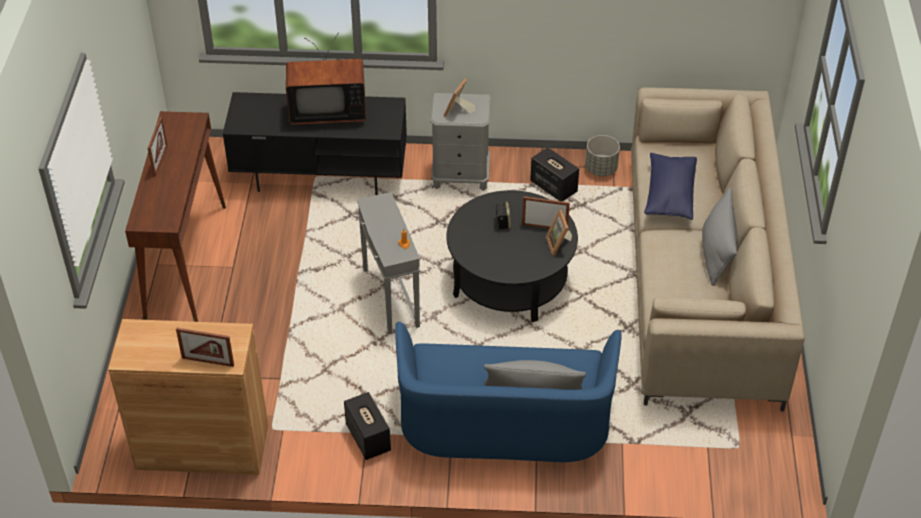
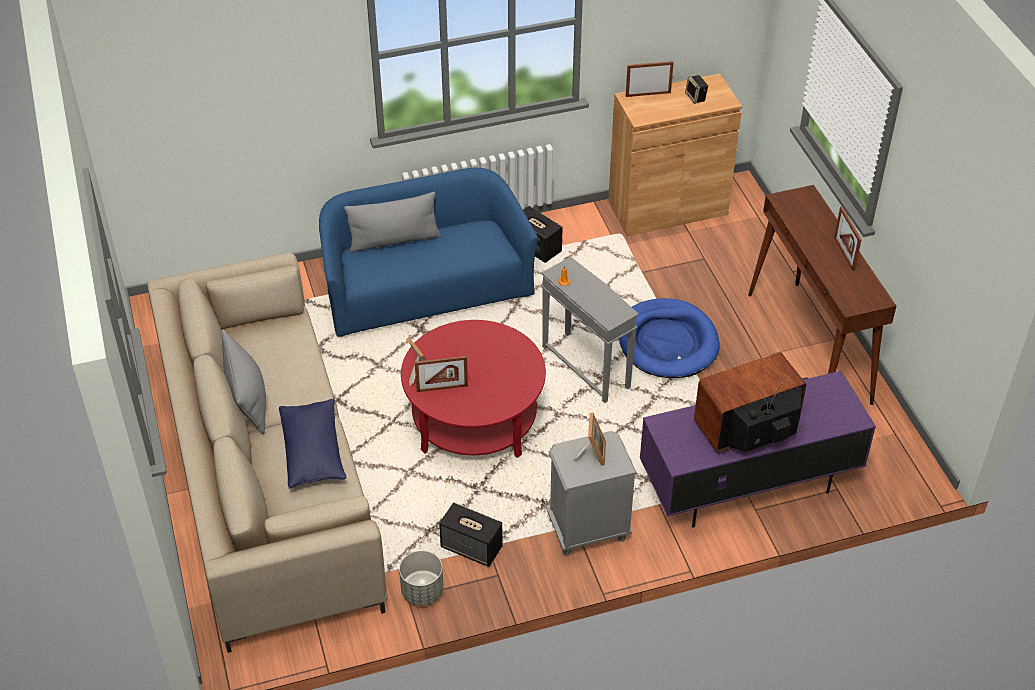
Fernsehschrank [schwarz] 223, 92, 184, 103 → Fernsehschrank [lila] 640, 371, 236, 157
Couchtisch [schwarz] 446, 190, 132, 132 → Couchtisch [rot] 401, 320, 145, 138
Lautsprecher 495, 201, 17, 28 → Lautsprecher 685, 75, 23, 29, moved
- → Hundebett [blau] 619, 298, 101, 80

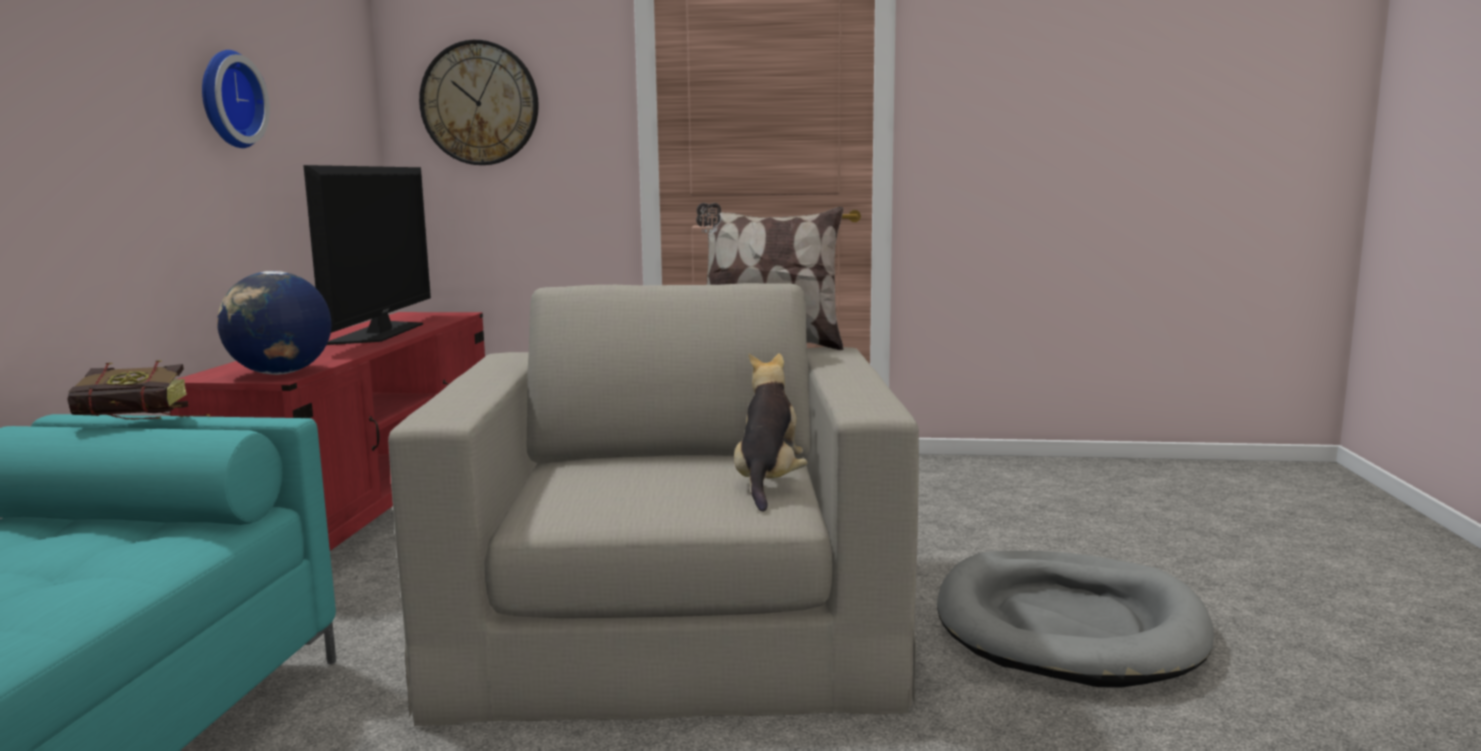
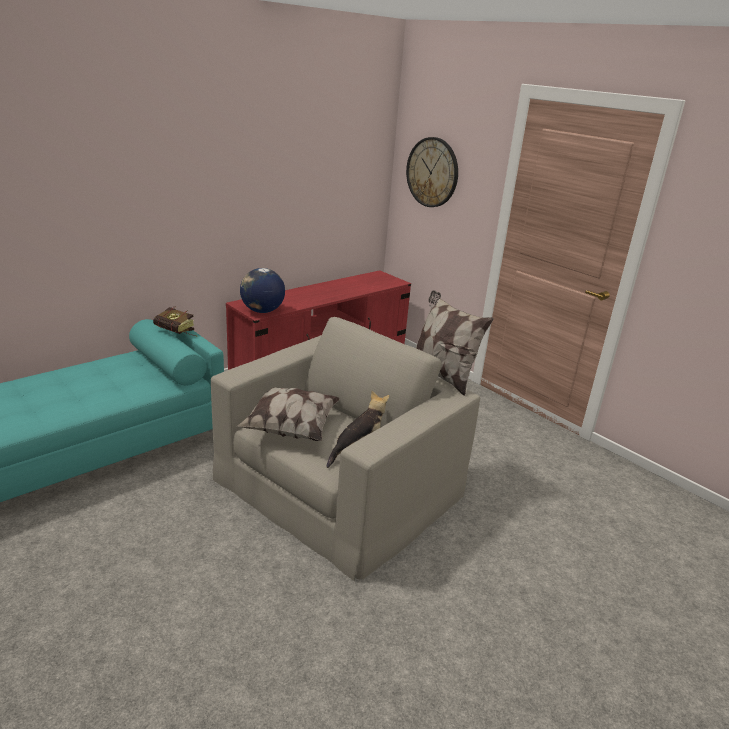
Wanduhr 202, 50, 68, 98 → -
Fernseher 303, 165, 128, 180 → -
Hundebett [grau] 937, 551, 277, 137 → -
- → Kissen 236, 387, 104, 54

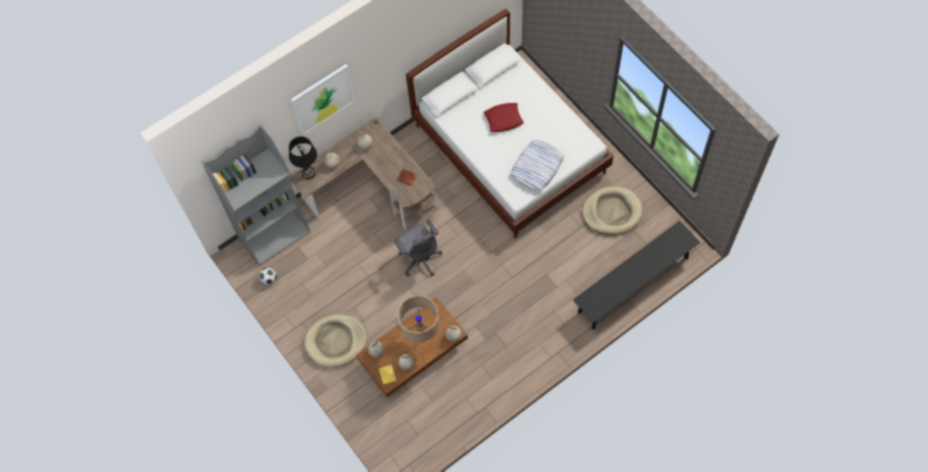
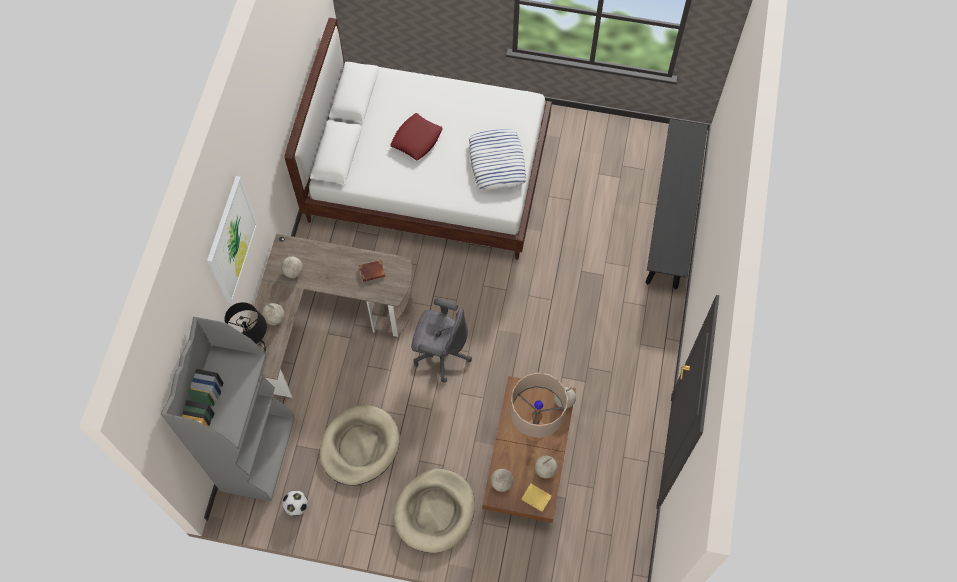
Hundebett [beige] 582, 186, 60, 49 → Hundebett [beige] 319, 405, 81, 81, moved

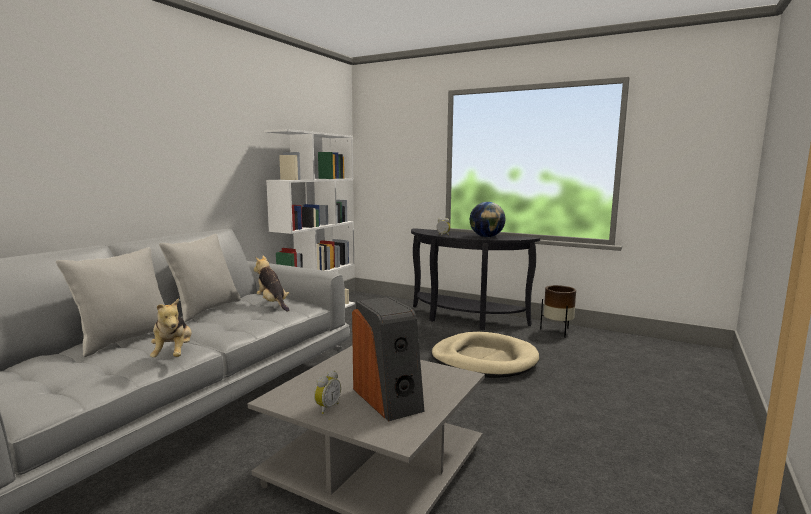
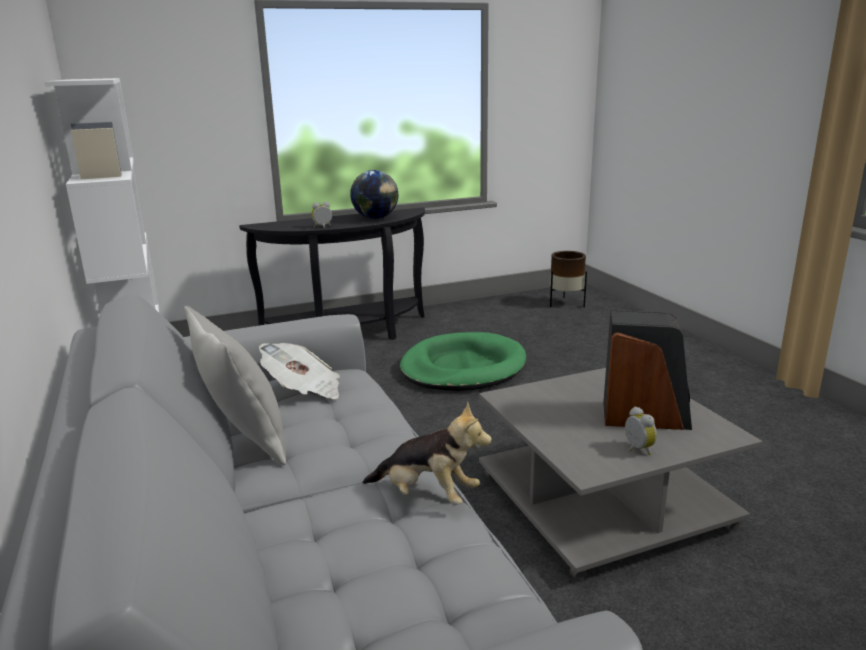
Kissen [grau] 56, 248, 109, 109 → -
Plüschtier 254, 256, 35, 55 → Zeitung 259, 343, 81, 56
Pflanzkübel [braun] 540, 285, 36, 53 → Pflanzkübel [braun] 550, 251, 37, 56, moved
Hundebett [beige] 431, 332, 108, 46 → Hundebett [grün] 400, 332, 126, 59

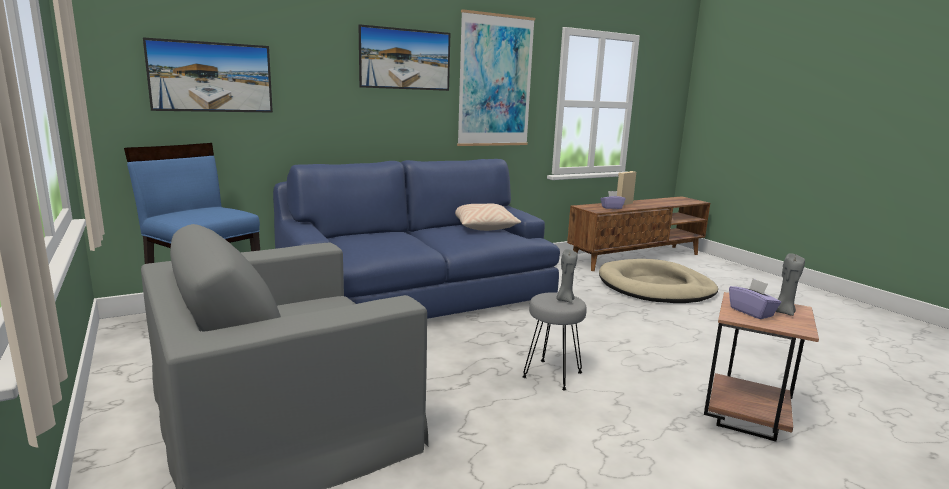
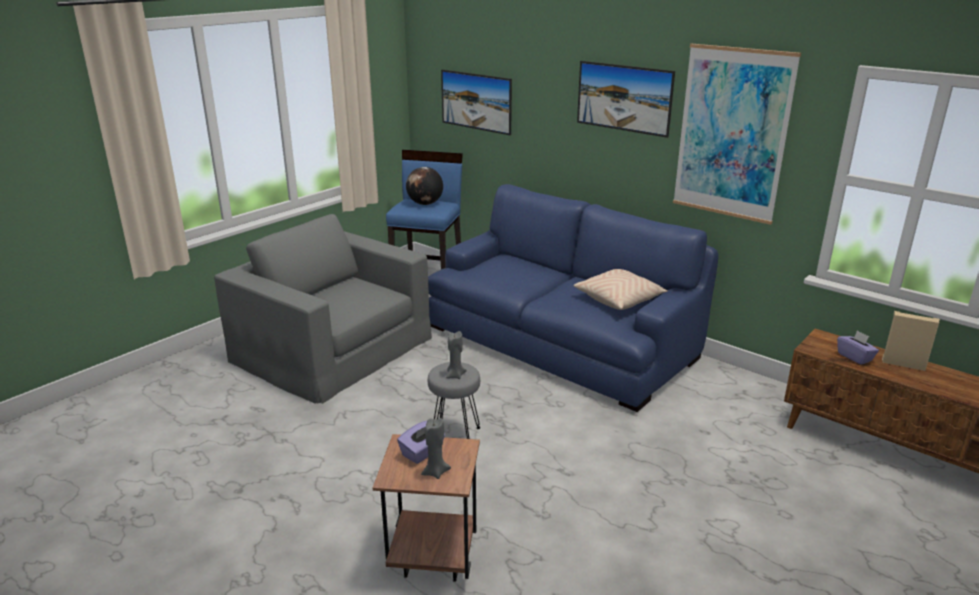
Hundebett [beige] 599, 259, 119, 44 → -
- → Globus 406, 167, 37, 38

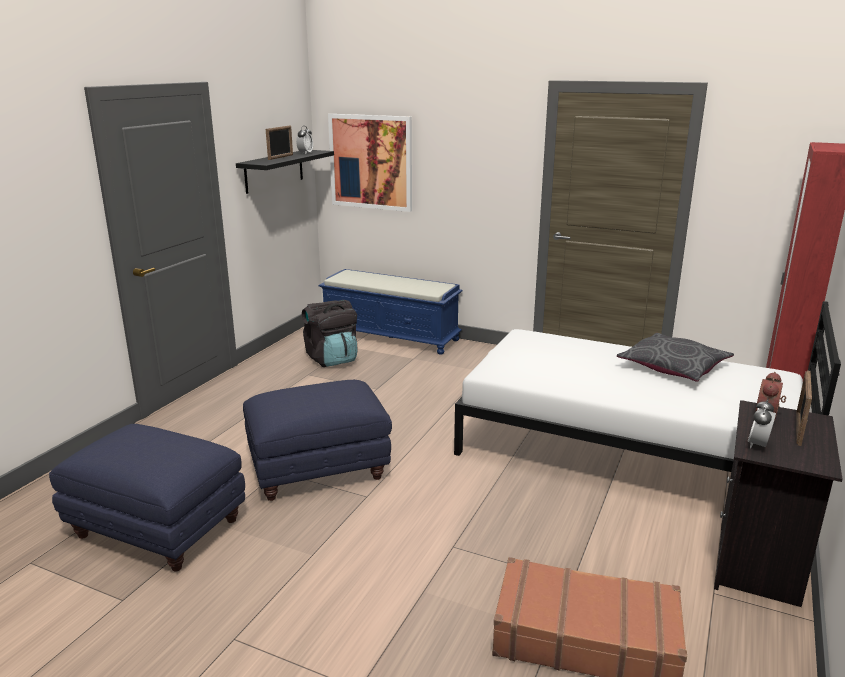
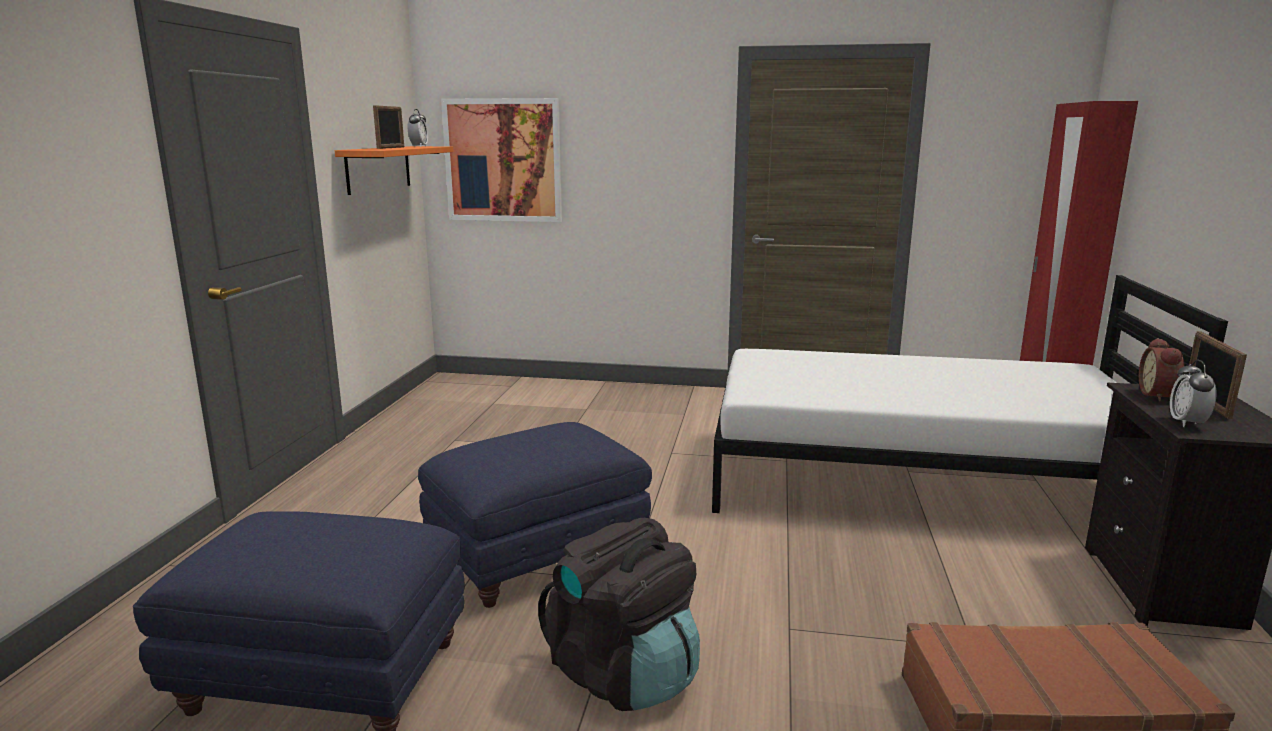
Wandregal [schwarz] 236, 150, 98, 44 → Wandregal [orange] 335, 146, 118, 49
Bank [blau] 318, 269, 145, 86 → -
Rucksack [schwarz] 302, 300, 56, 67 → Rucksack [schwarz] 538, 518, 162, 193, moved
Kissen [grau] 617, 333, 117, 49 → -

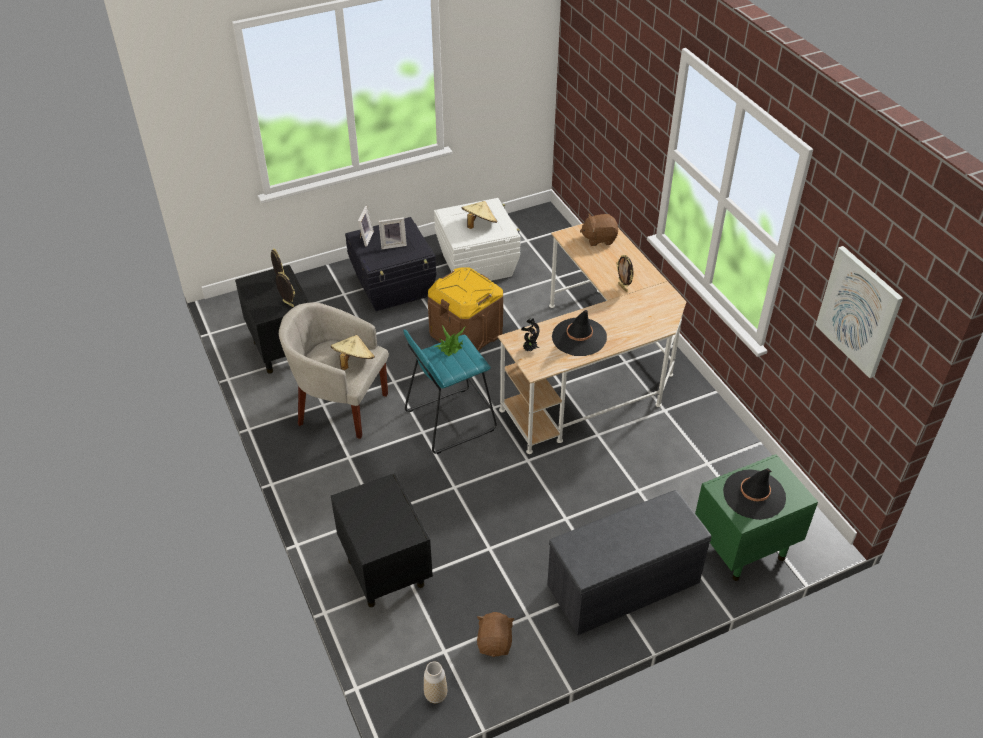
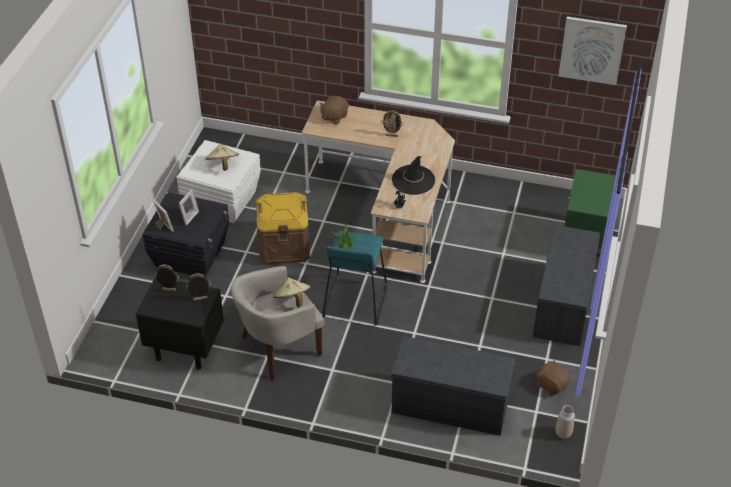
Hut [schwarz] 723, 468, 63, 52 → -
Nachttisch [schwarz] 331, 473, 102, 134 → Bank [grau] 391, 336, 124, 100

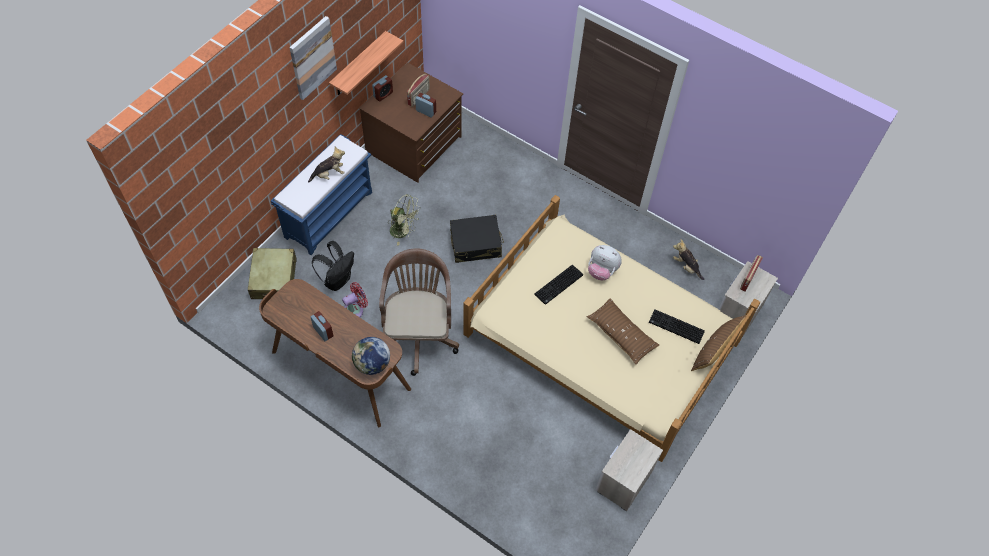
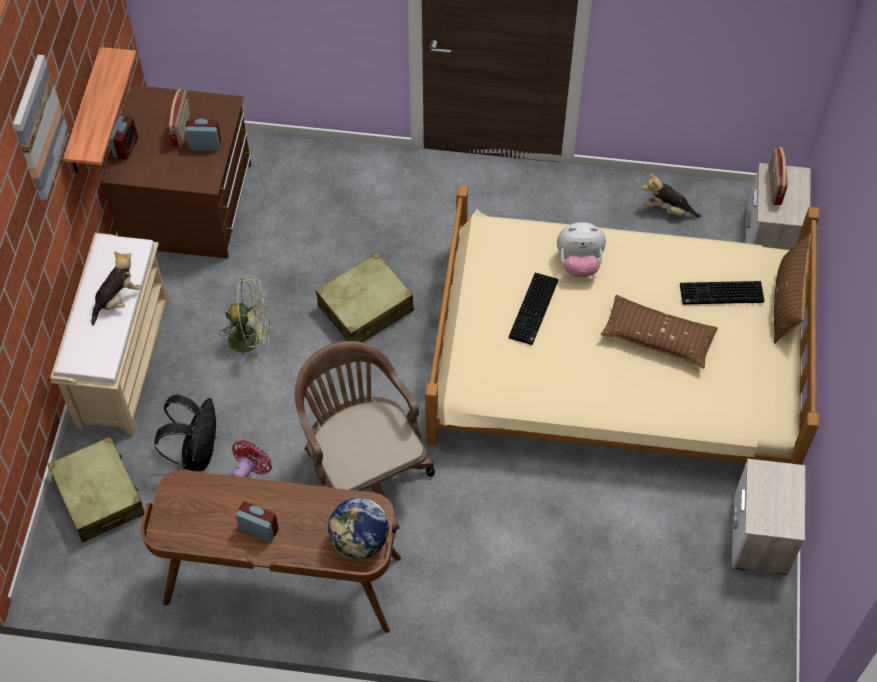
Bank [blau] 271, 134, 101, 121 → Bank [beige] 50, 233, 119, 203
Koffer [schwarz] 450, 215, 54, 48 → Koffer [beige] 316, 253, 98, 89

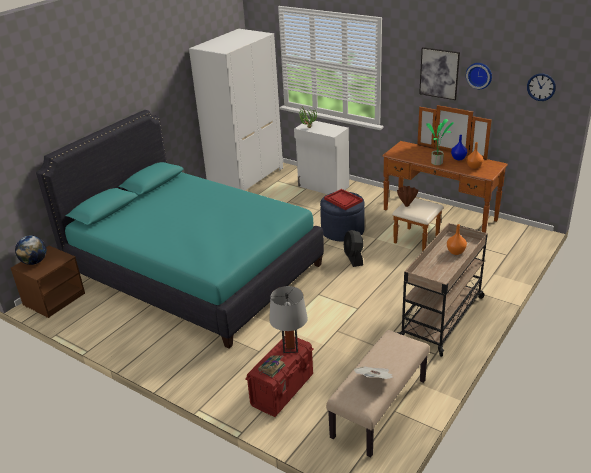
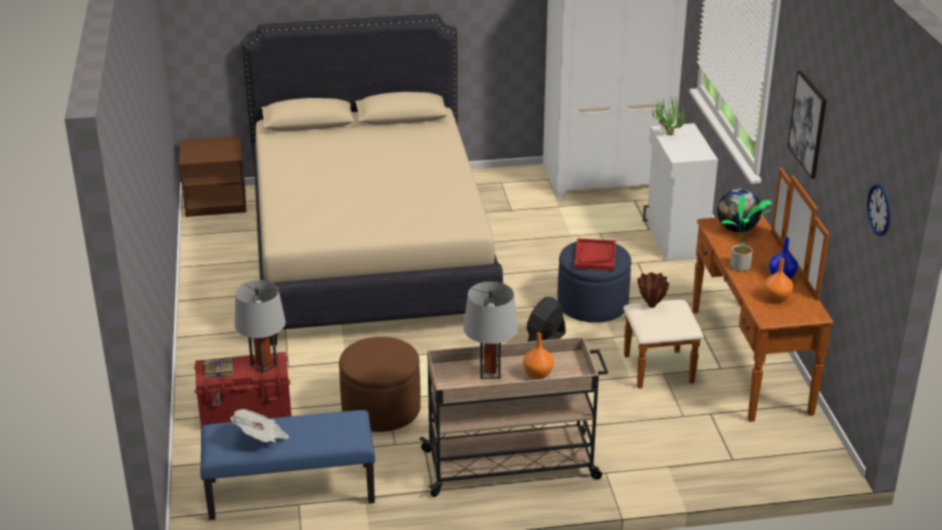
Wanduhr 466, 63, 26, 26 → -
Bett [türkis] 36, 110, 288, 239 → Bett [beige] 241, 14, 262, 332
Globus 15, 235, 32, 30 → Globus 717, 189, 45, 43, moved
Bank [beige] 326, 330, 104, 128 → Bank [blau] 200, 410, 175, 110
- → Tischlampe [grau] 463, 282, 55, 97
- → Polsterhocker [braun] 339, 337, 82, 95

